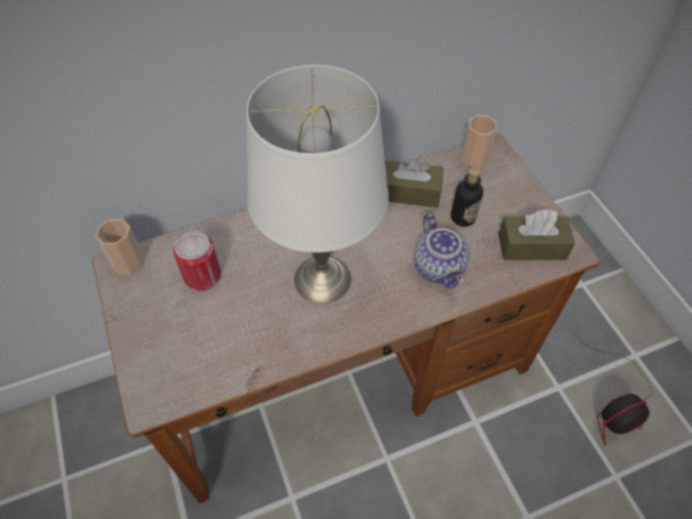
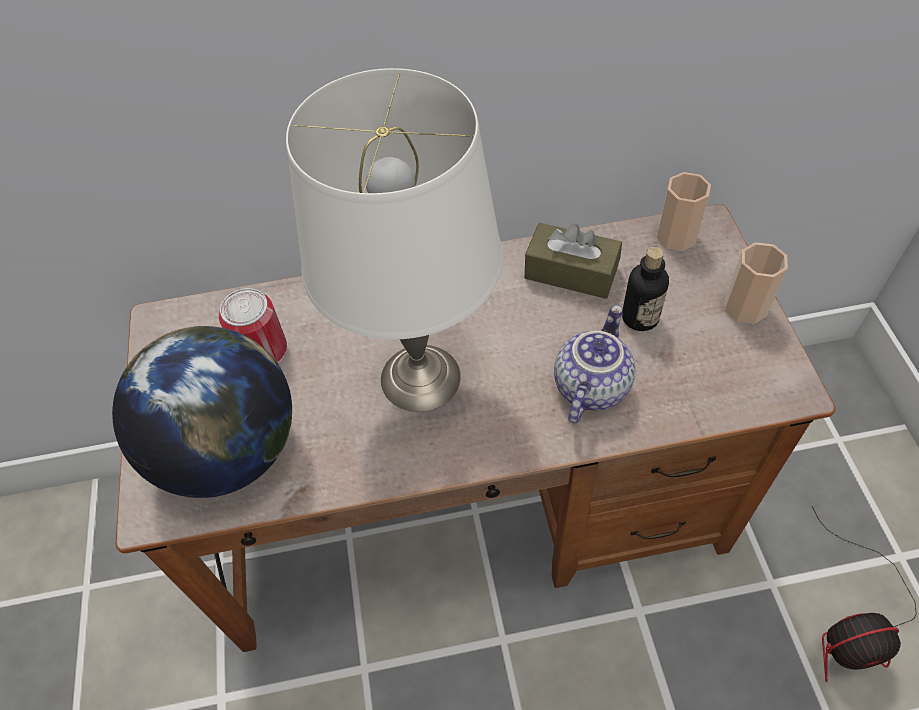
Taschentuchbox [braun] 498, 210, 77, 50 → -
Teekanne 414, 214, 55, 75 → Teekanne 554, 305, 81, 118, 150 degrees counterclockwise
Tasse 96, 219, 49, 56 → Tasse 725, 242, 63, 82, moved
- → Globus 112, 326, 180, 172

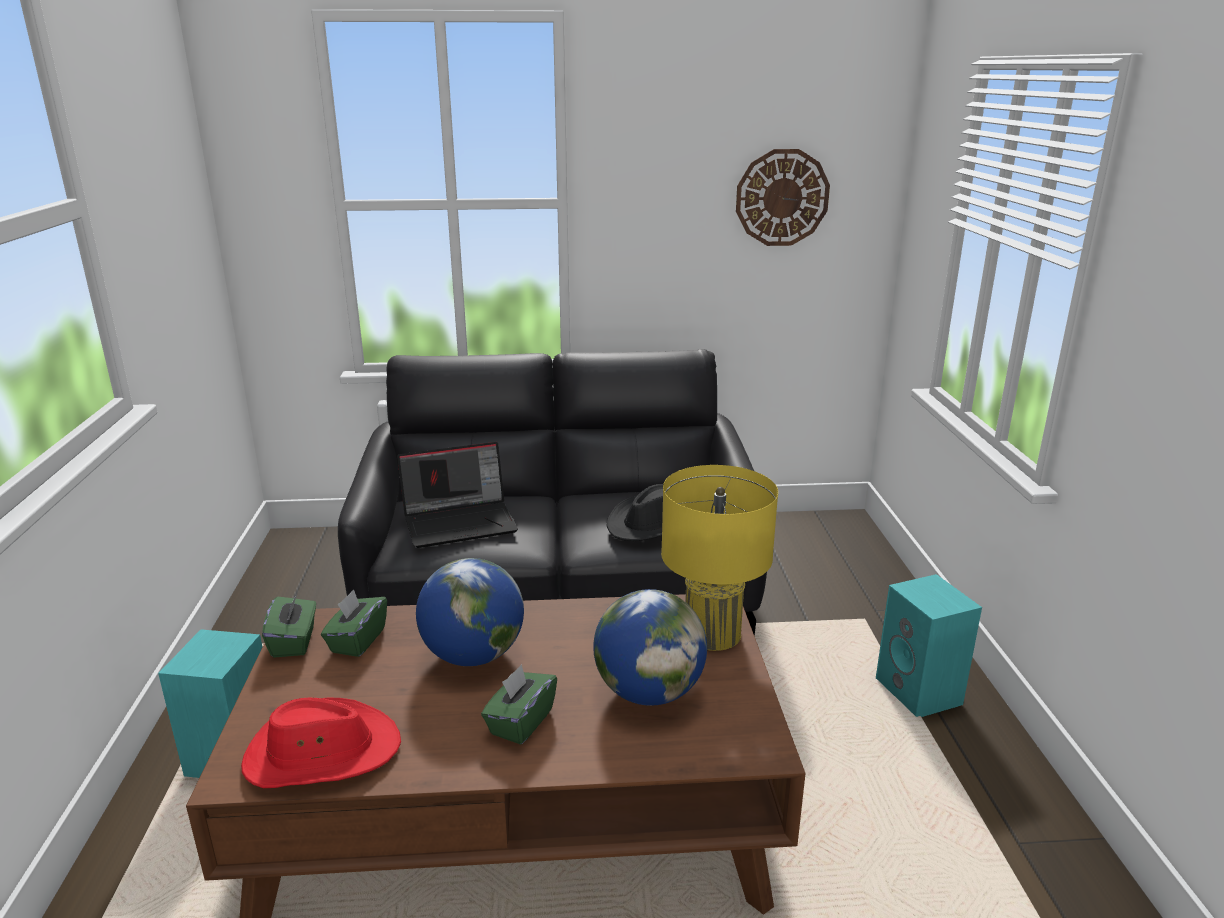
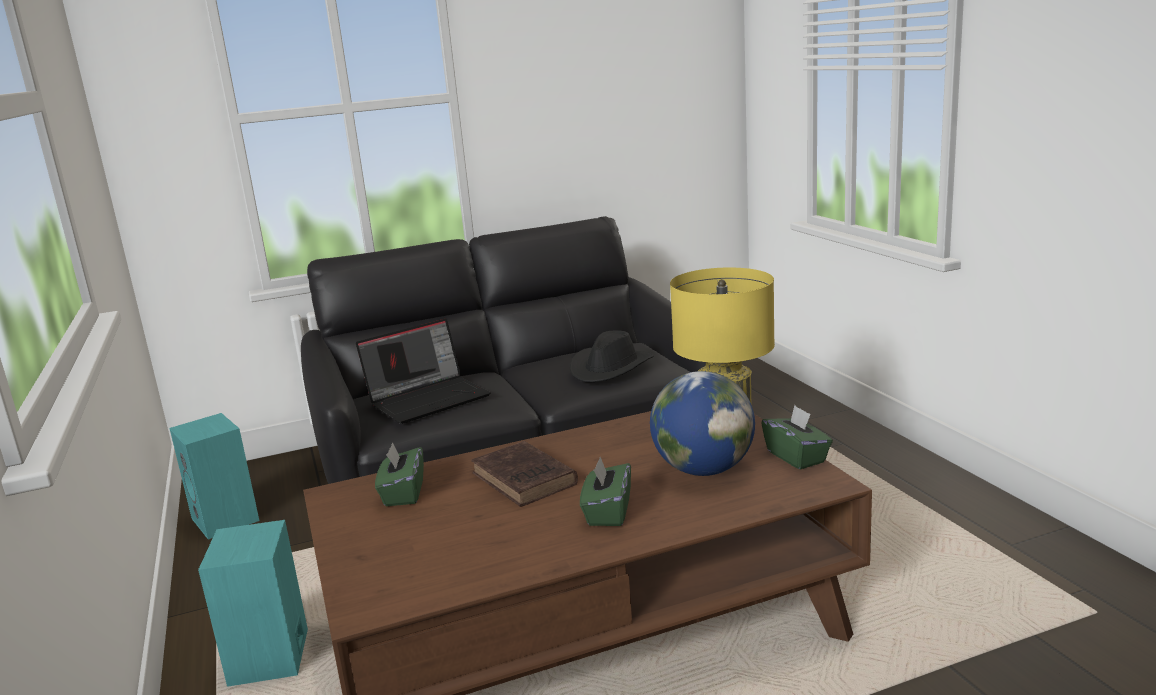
Wanduhr 736, 149, 94, 97 → -
Globus 416, 558, 108, 108 → Buch [braun] 471, 441, 107, 66
Lautsprecher [türkis] 876, 574, 106, 143 → Lautsprecher [türkis] 170, 413, 89, 127, moved
Taschentuchbox [grün] 262, 592, 54, 66 → Taschentuchbox [grün] 761, 405, 72, 65, moved
Hut [rot] 241, 698, 160, 90 → -

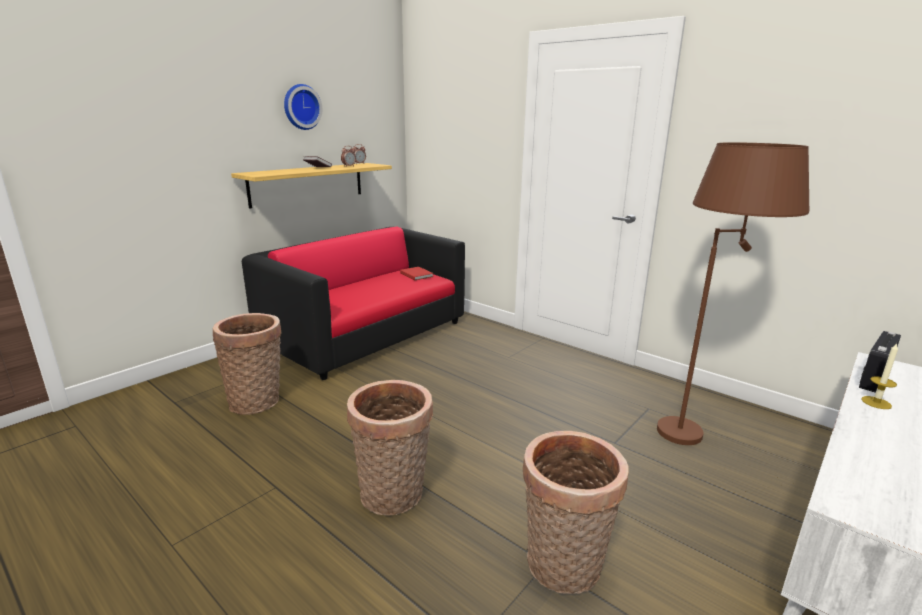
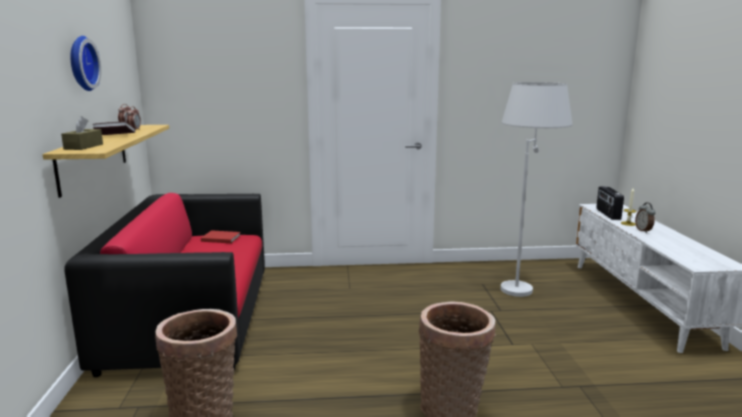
Stehlampe [braun] 657, 142, 152, 303 → Stehlampe [weiß] 501, 82, 71, 215
Korb 523, 431, 106, 163 → -
- → Taschentuchbox [braun] 61, 116, 42, 34
- → Wecker 635, 202, 21, 31

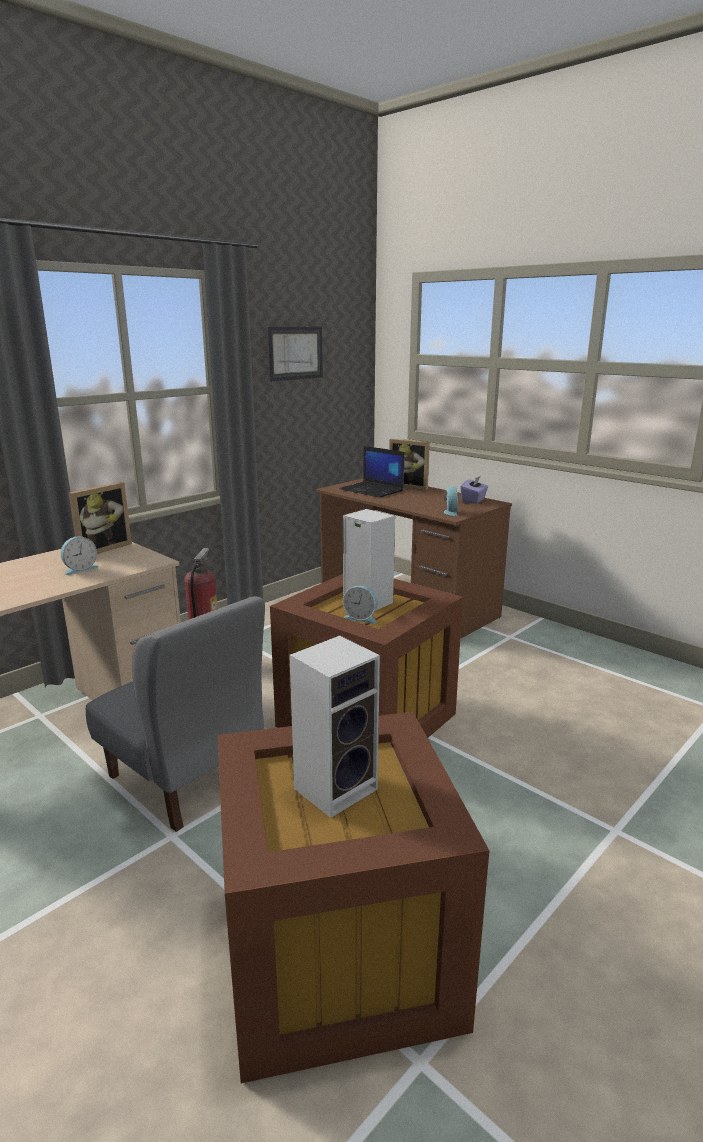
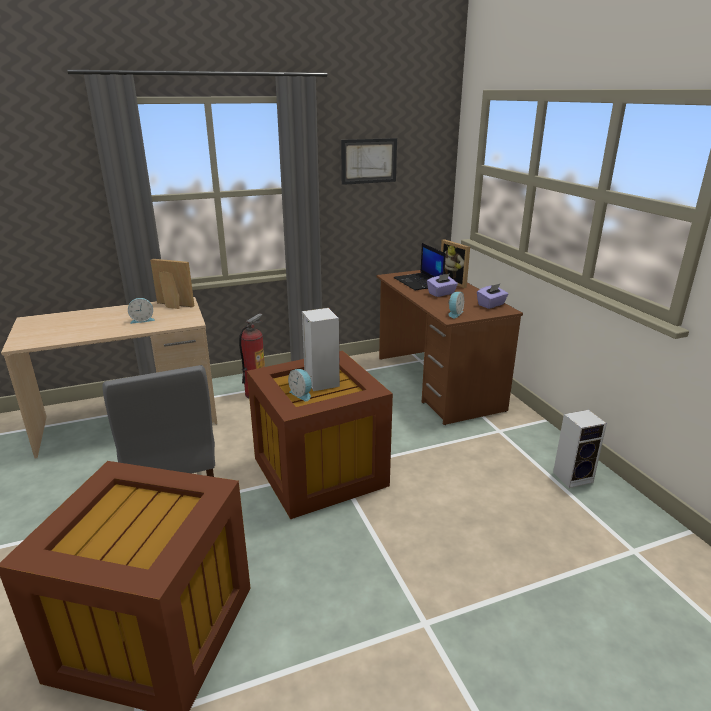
Bilderrahmen 69, 482, 63, 72 → Bilderrahmen 150, 259, 44, 50, 135 degrees counterclockwise
Lautsprecher 289, 636, 91, 182 → Lautsprecher 553, 410, 54, 78, moved
- → Taschentuchbox [lila] 427, 273, 31, 24

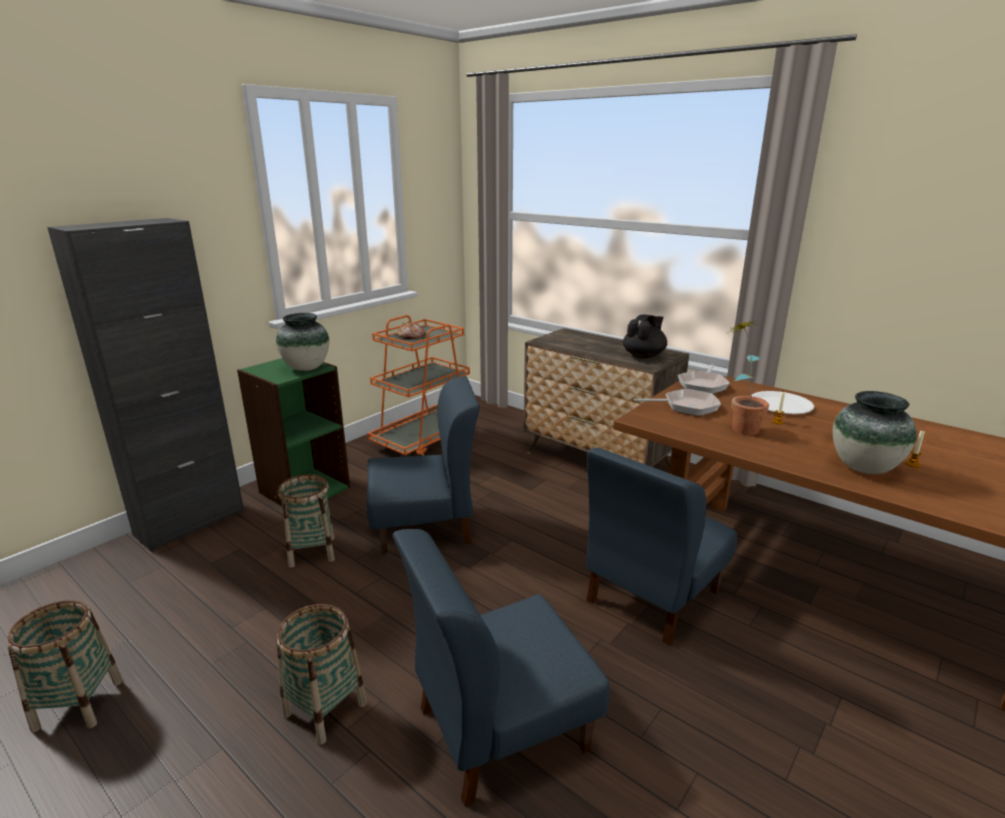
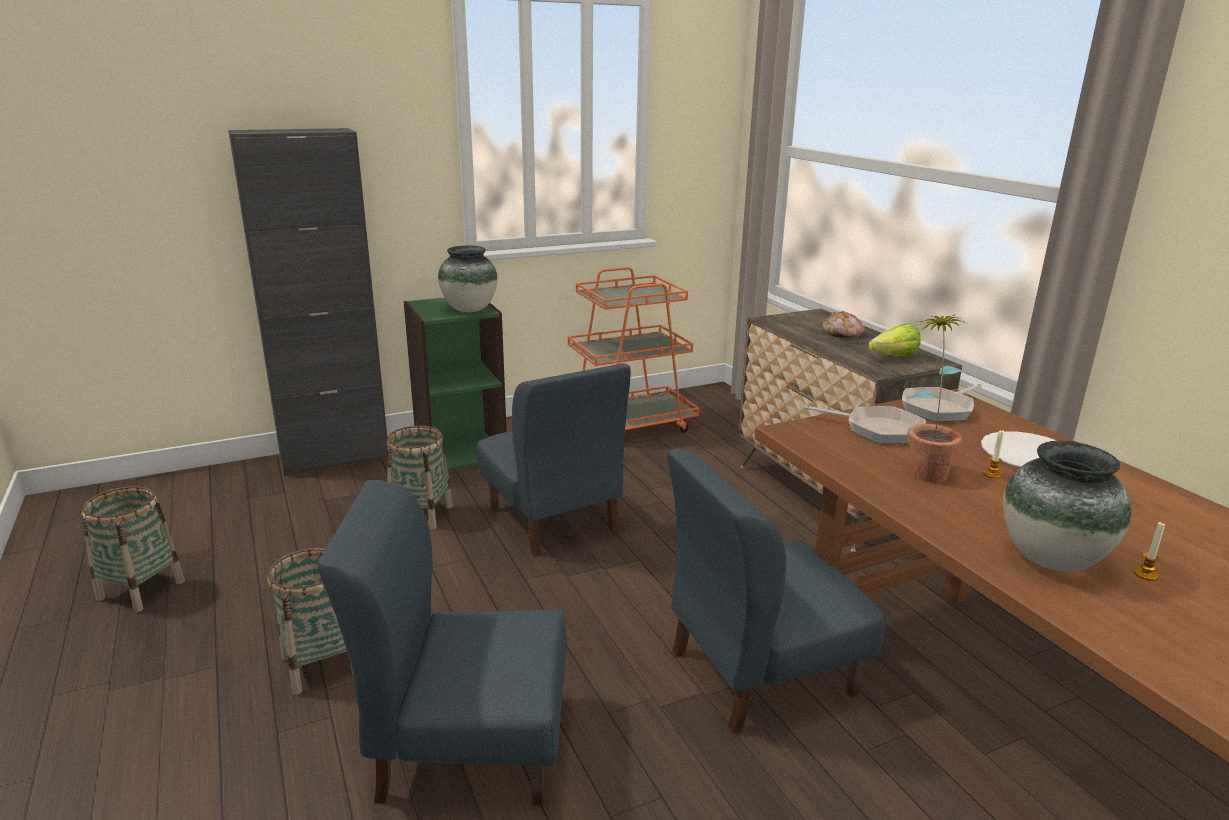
Teekanne [schwarz] 623, 315, 44, 43 → Salatkopf 868, 323, 53, 34
Brot 397, 322, 29, 18 → Brot 822, 311, 43, 27, moved
Stuhl [blau] 367, 376, 113, 178 → Stuhl [blau] 476, 363, 155, 194, 45 degrees clockwise

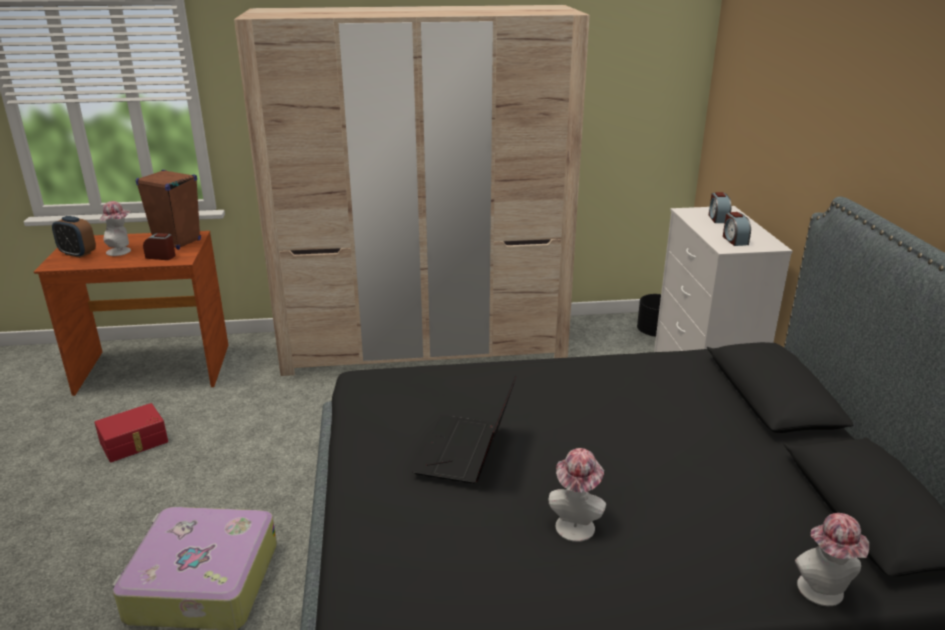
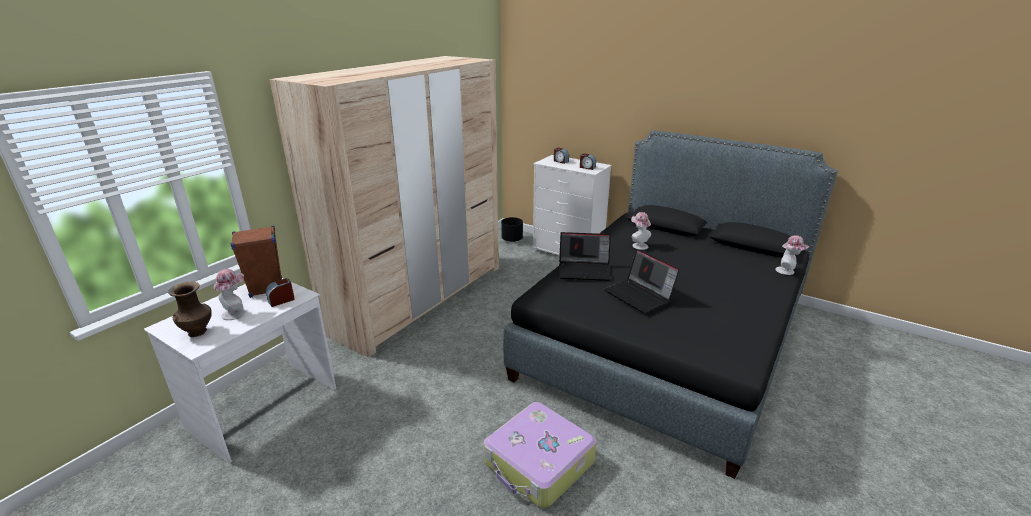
Wecker 52, 216, 44, 42 → Vase [braun] 168, 282, 44, 55
Schreibtisch [braun] 34, 231, 194, 165 → Schreibtisch [weiß] 144, 278, 192, 185
Aufbewahrungsbox [rot] 94, 403, 74, 59 → -
Hut 549, 448, 57, 94 → Hut 631, 212, 20, 38, moved
- → Laptop 559, 232, 52, 49

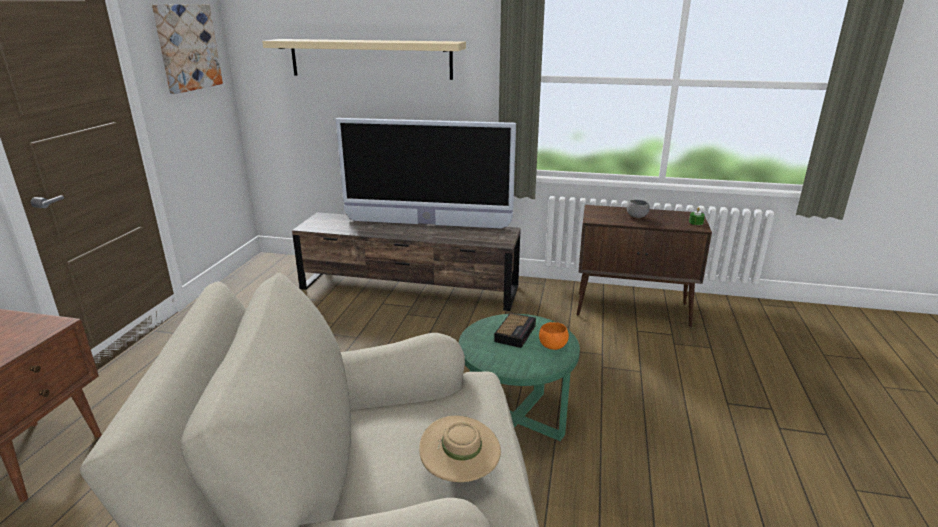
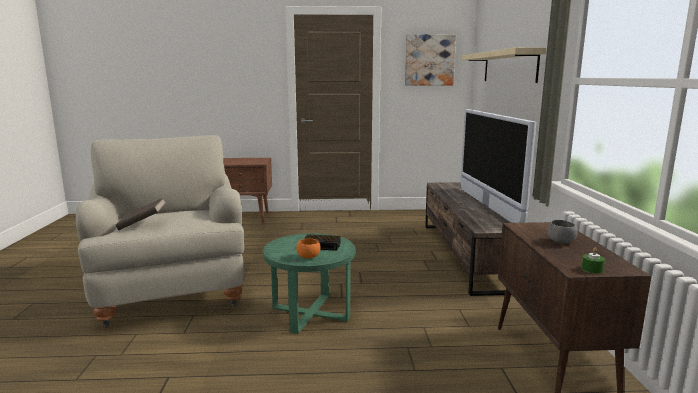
Hut [beige] 419, 416, 82, 66 → Buch [braun] 115, 198, 51, 32

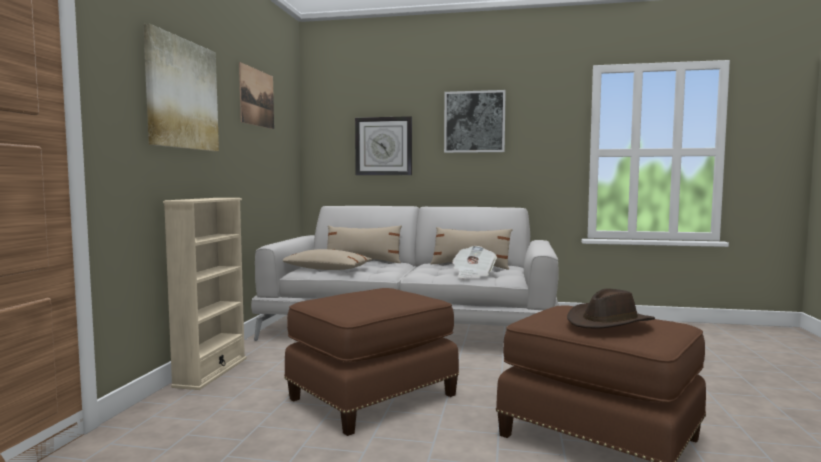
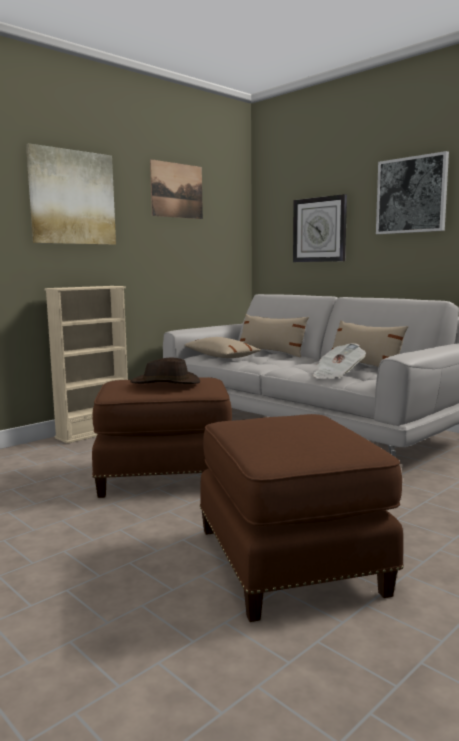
Hut [braun] 567, 289, 88, 40 → Hut [braun] 130, 358, 70, 26, moved

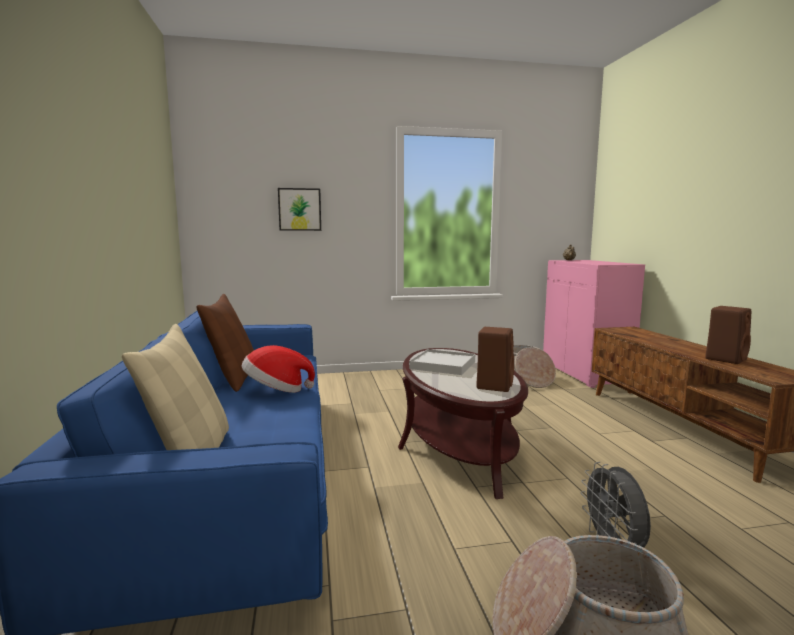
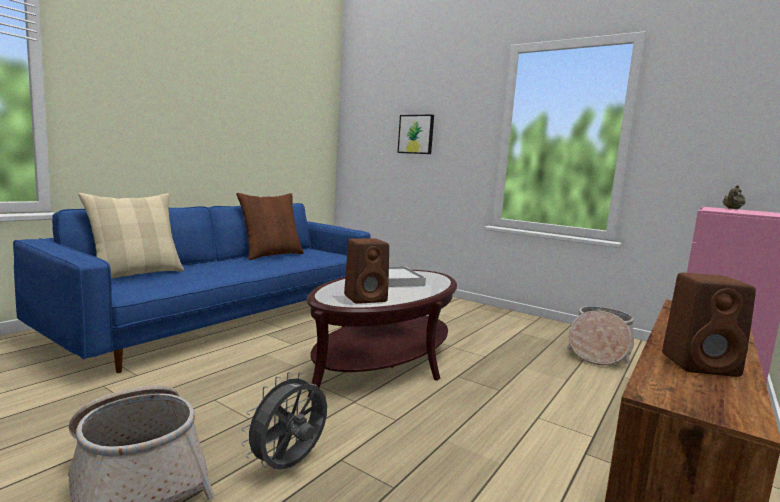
Hut 242, 345, 73, 48 → -

